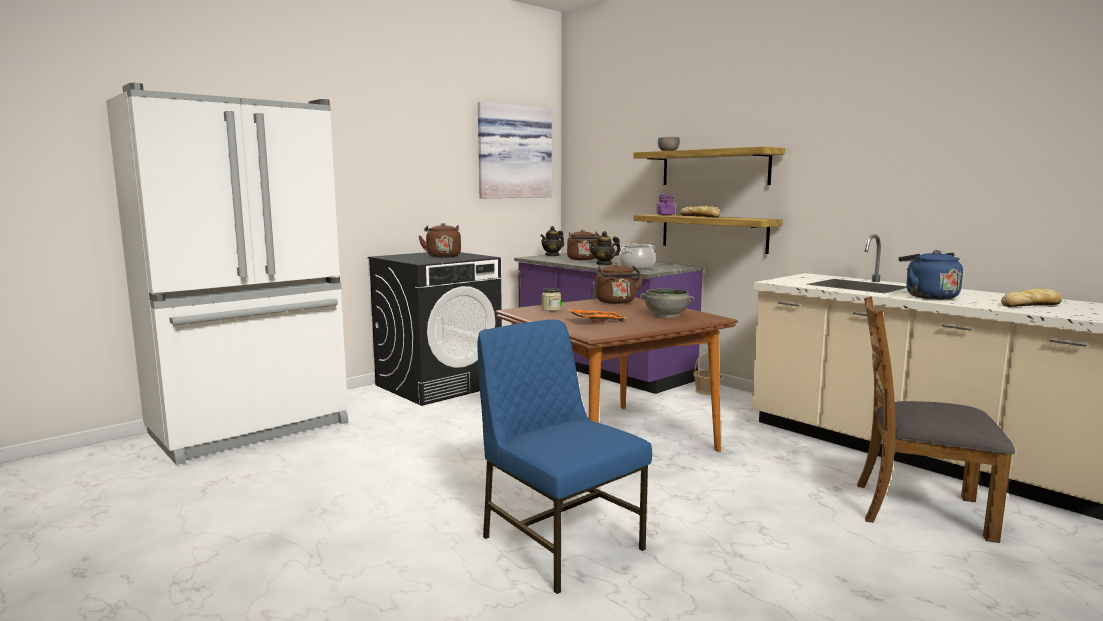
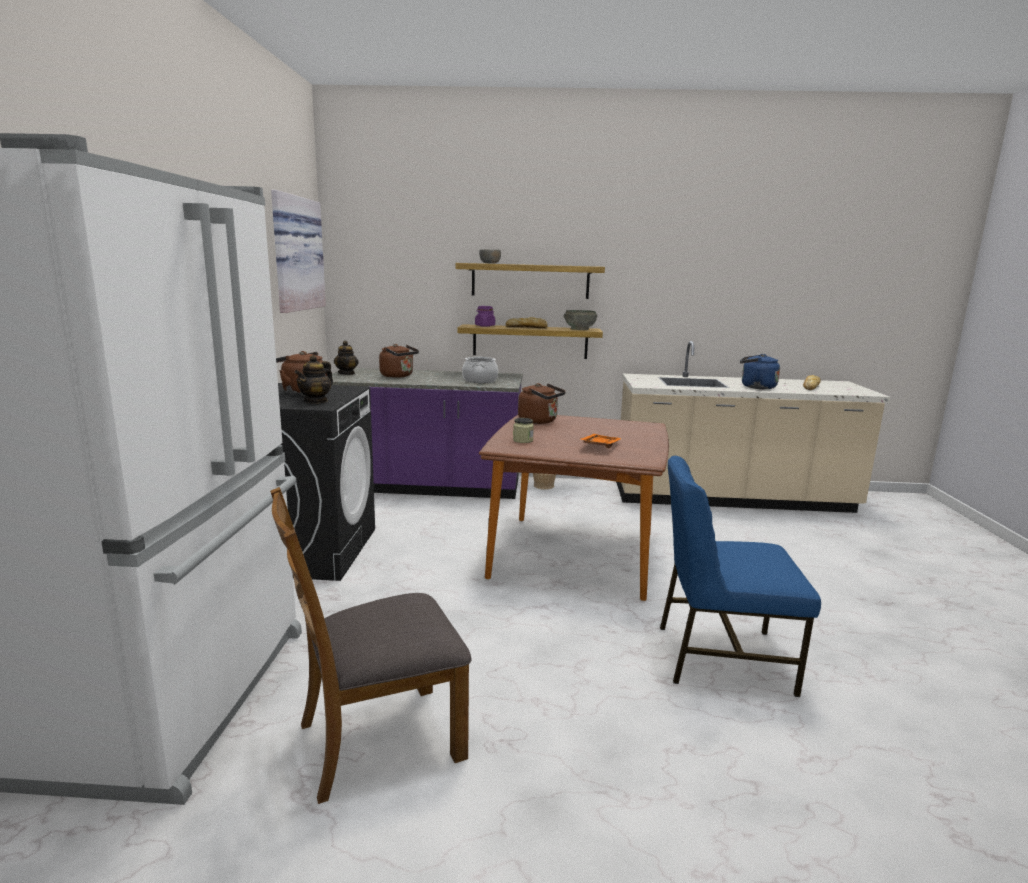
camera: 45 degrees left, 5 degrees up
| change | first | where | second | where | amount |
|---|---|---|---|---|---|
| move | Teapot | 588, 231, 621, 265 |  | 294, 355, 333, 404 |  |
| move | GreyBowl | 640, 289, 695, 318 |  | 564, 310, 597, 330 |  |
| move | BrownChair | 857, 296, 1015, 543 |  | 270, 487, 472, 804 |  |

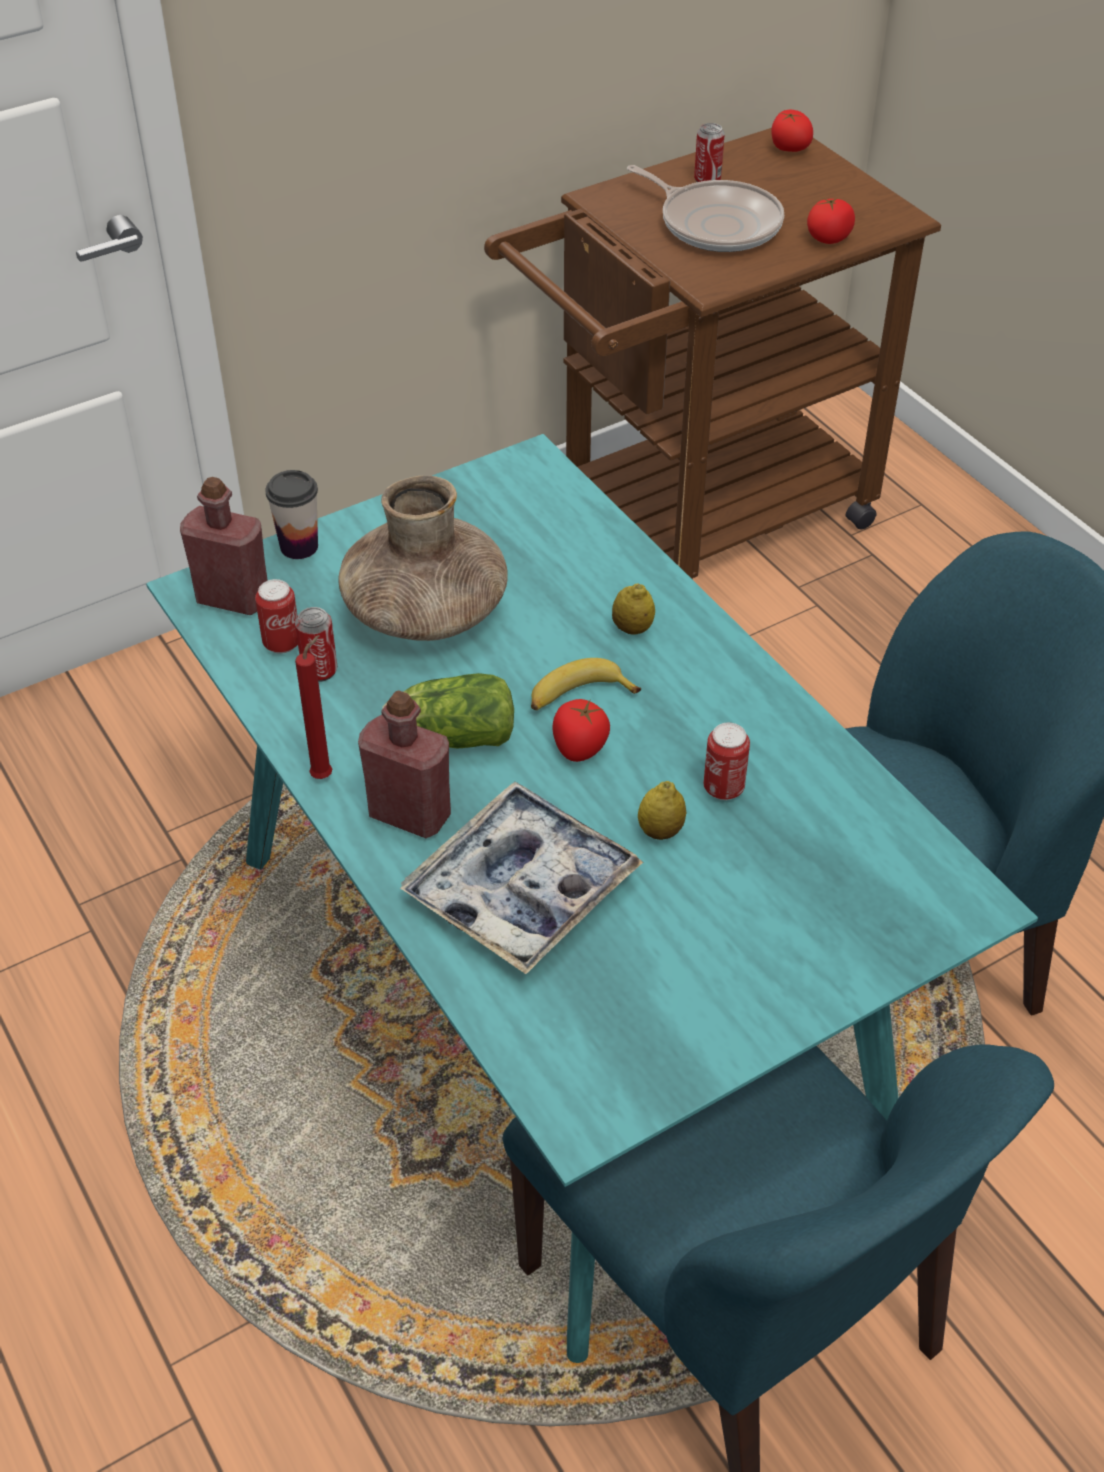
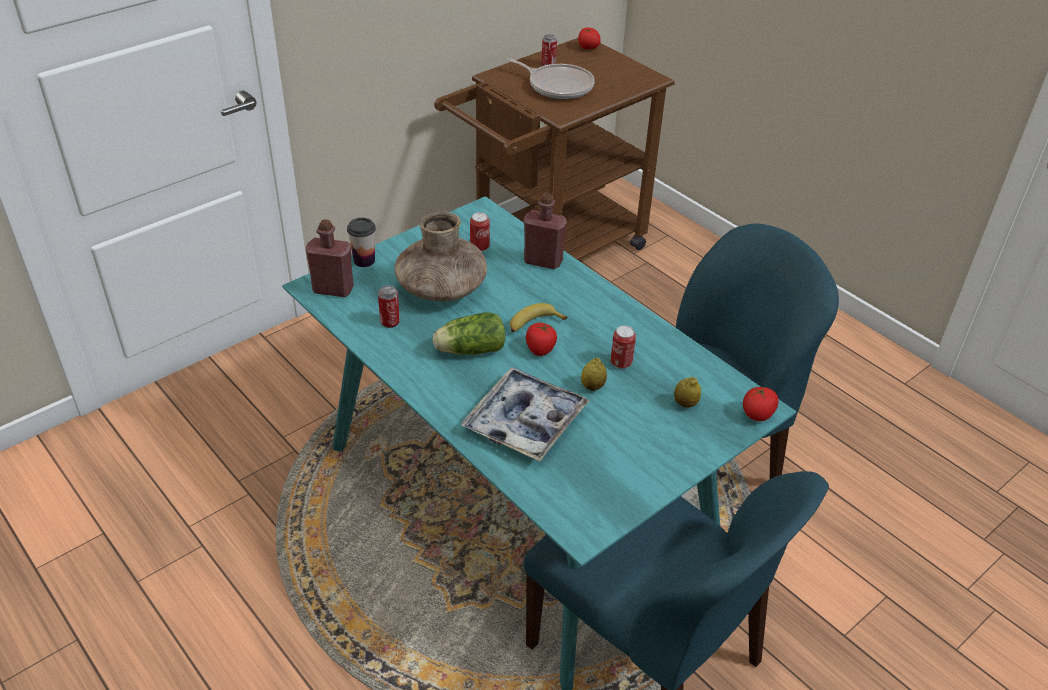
camera: 10 degrees left, 5 degrees down
| change | first | where | second | where | amount |
|---|---|---|---|---|---|
| delete | RedCandle | 295, 635, 332, 779 |  |  |  |
| move | Can | 255, 579, 298, 654 |  | 470, 212, 490, 252 |  |
| move | RedBottle | 358, 691, 451, 838 |  | 524, 193, 567, 269 |  |
| move | Lemon | 612, 584, 655, 635 |  | 674, 377, 701, 408 |  |
| move | Tomato | 807, 197, 855, 244 |  | 743, 386, 779, 421 |  |

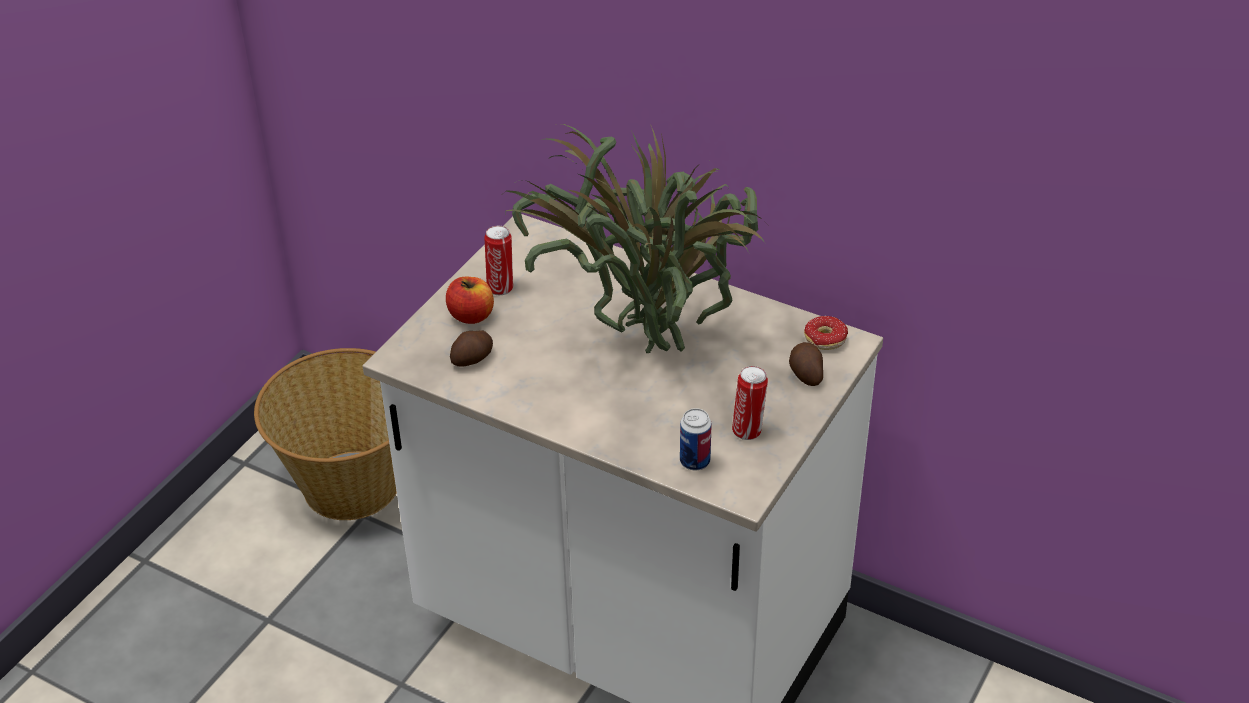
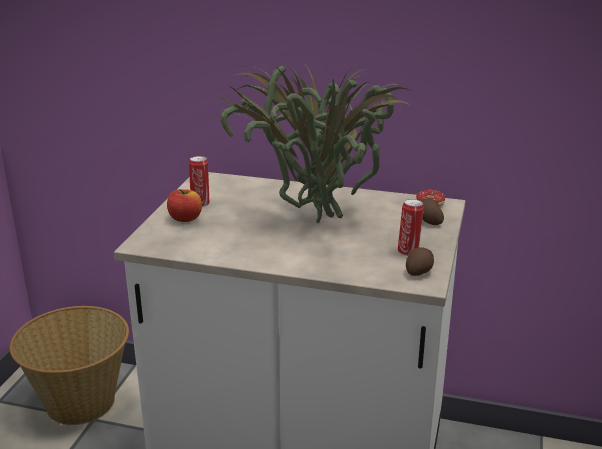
camera: 15 degrees left, 15 degrees down
| change | first | where | second | where | amount |
|---|---|---|---|---|---|
| delete | Can | 680, 408, 712, 470 |  |  |  |
| move | Potato | 450, 330, 493, 367 |  | 406, 247, 434, 276 |  |

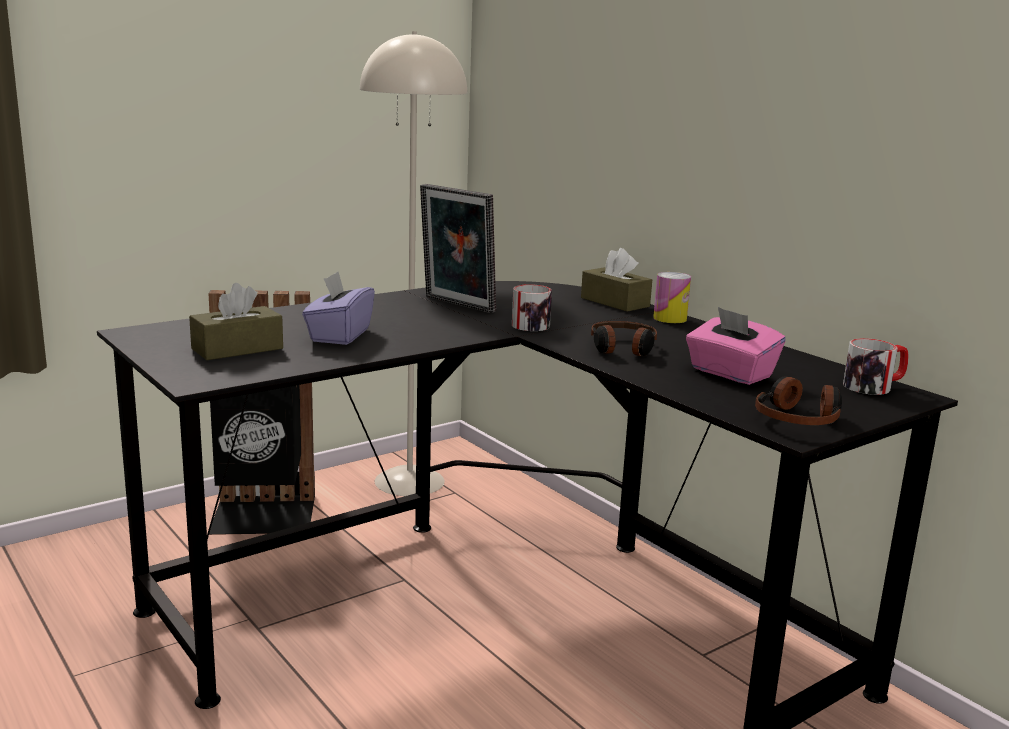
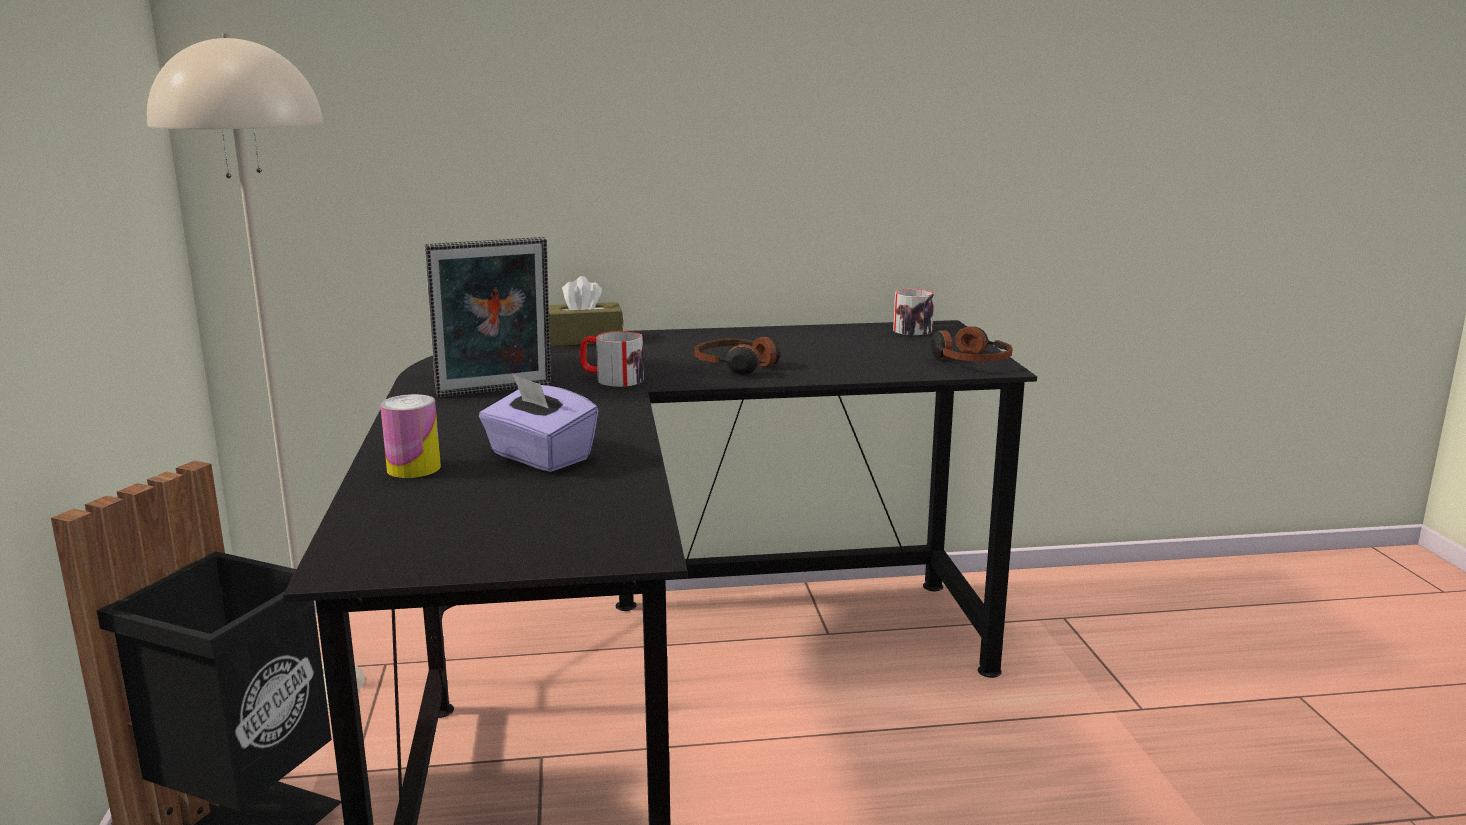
camera: 60 degrees left, 0 degrees up
| change | first | where | second | where | amount |
|---|---|---|---|---|---|
| delete | BrownTissueBox | 189, 283, 283, 360 |  |  |  |
| delete | PinkTissueBox | 686, 307, 786, 385 |  |  |  |
| move | Can | 653, 272, 691, 323 |  | 380, 394, 441, 478 |  |

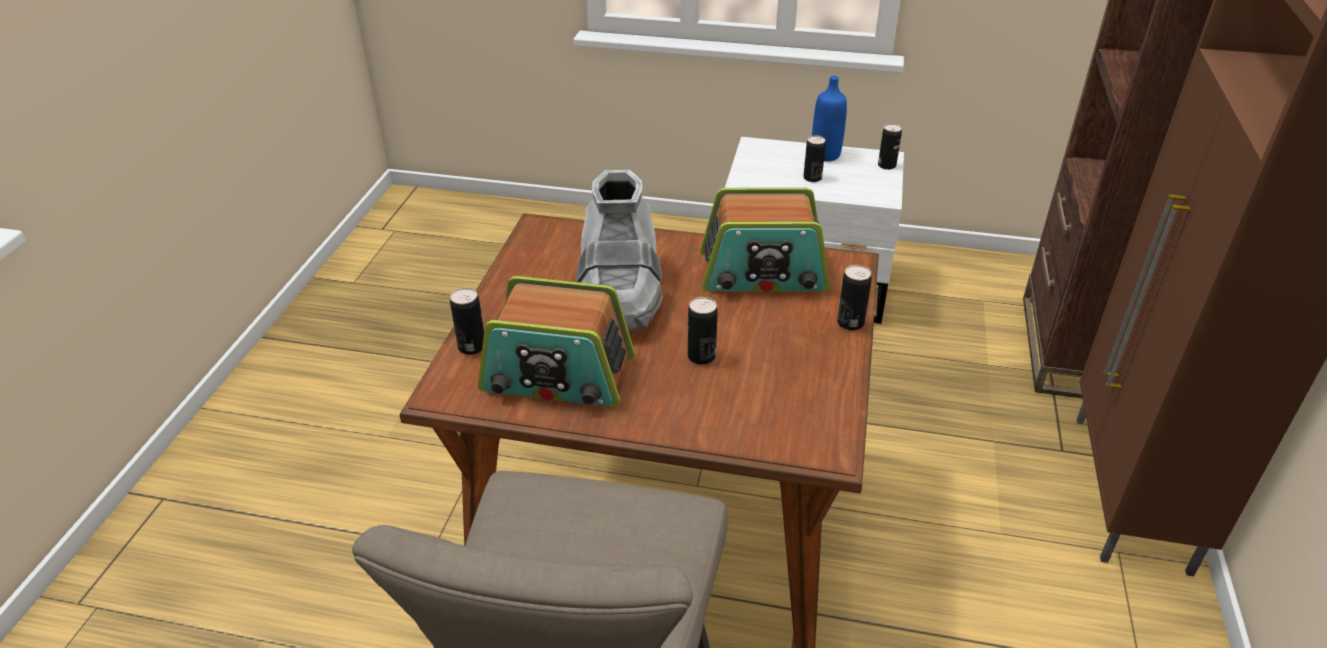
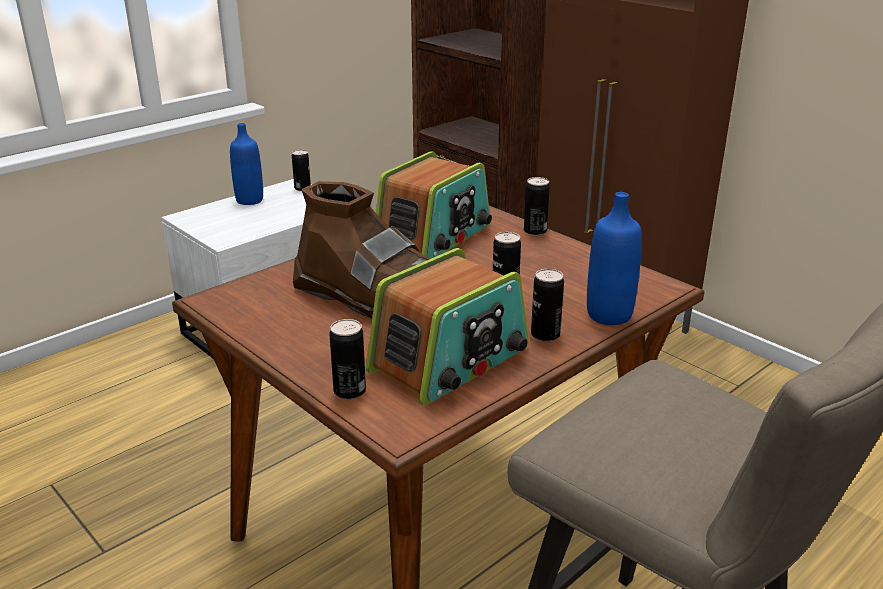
camera: 55 degrees left, 10 degrees down
| change | first | where | second | where | amount |
|---|---|---|---|---|---|
| insert |  |  | BlueBottle | 587, 192, 642, 325 |  |
| move | Can | 803, 136, 826, 182 |  | 531, 269, 564, 341 |  |
| recolor | GreyBoot | 576, 170, 663, 331 | BrownBoot | 293, 181, 431, 318 |  |

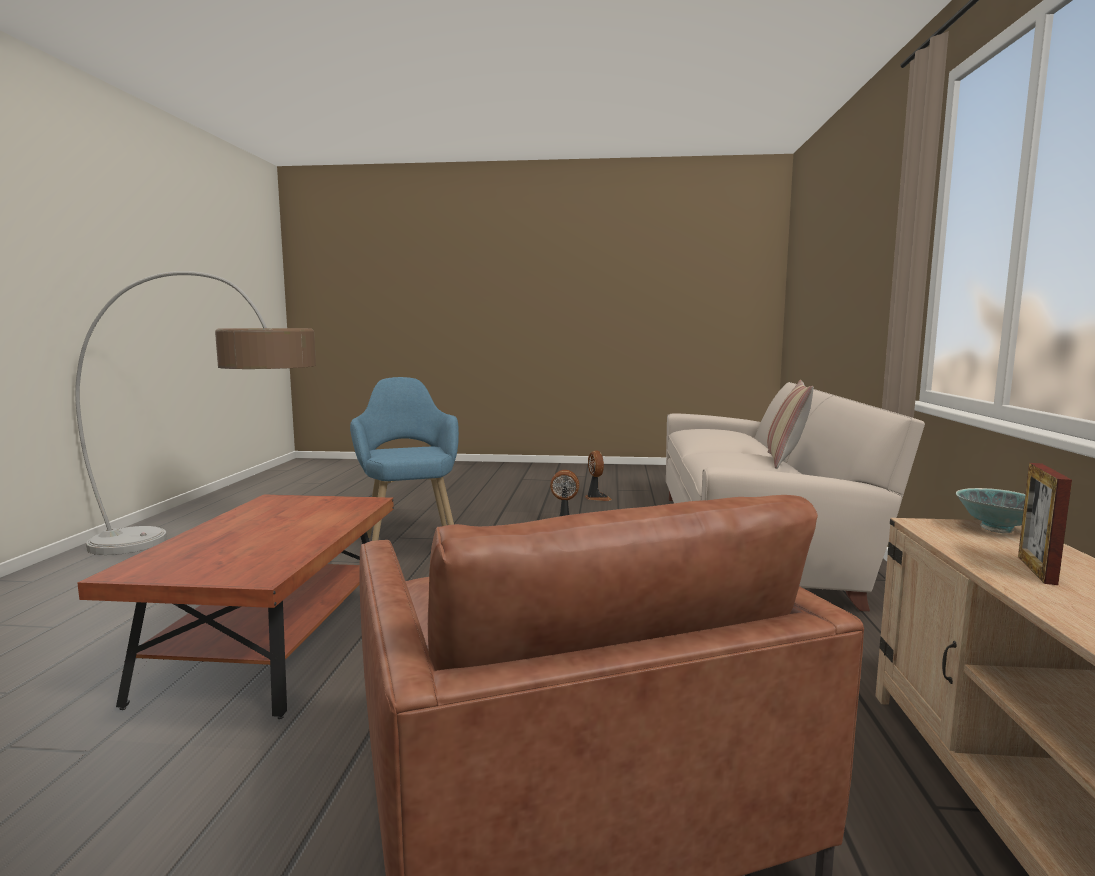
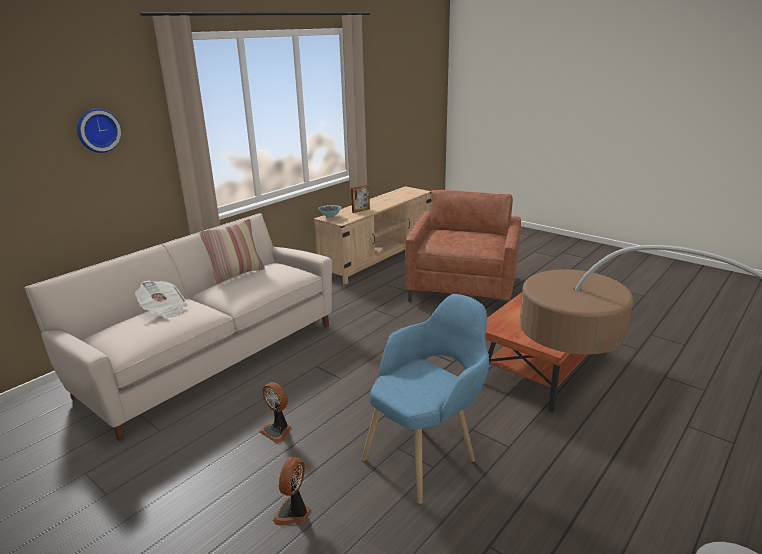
camera: 145 degrees left, 15 degrees up
| change | first | where | second | where | amount |
|---|---|---|---|---|---|
| insert |  |  | WallClock | 77, 108, 121, 153 |  |
| insert |  |  | Newspaper | 135, 280, 187, 319 |  |
| move | Fan | 585, 450, 612, 501 |  | 273, 457, 311, 525 |  |
| rotate | BlueArmchair | 350, 377, 459, 541 |  | 362, 294, 489, 504 | 150 degrees counterclockwise |

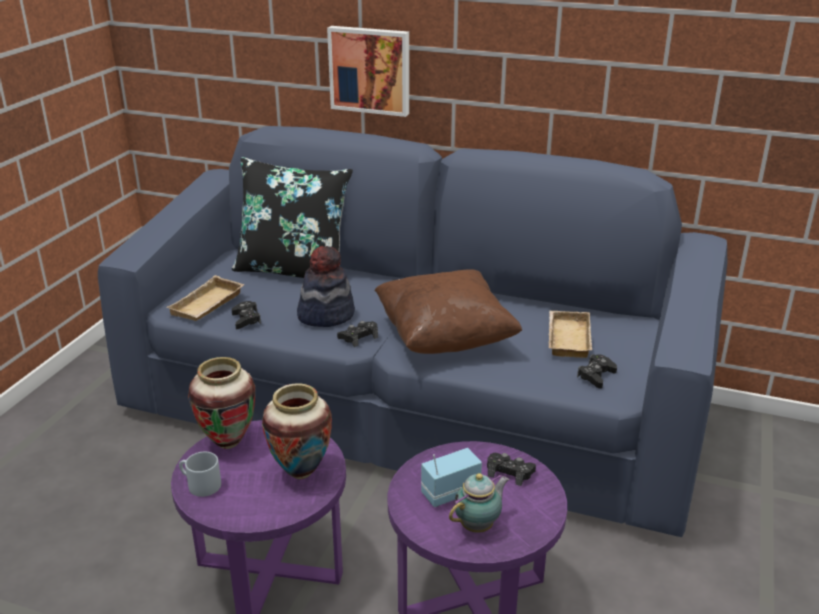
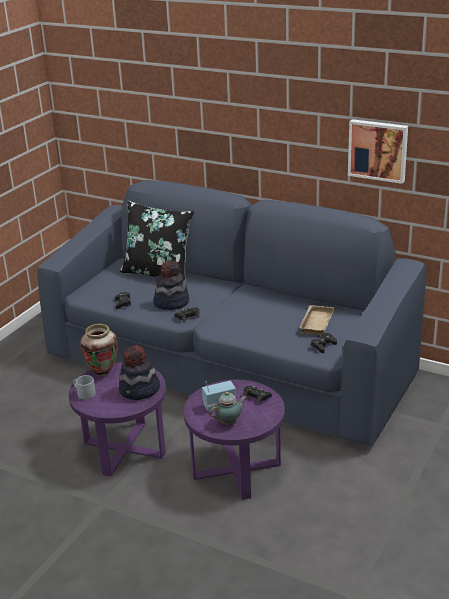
camera: 10 degrees right, 0 degrees up
| change | first | where | second | where | amount |
|---|---|---|---|---|---|
| delete | BeigeTray | 167, 275, 245, 321 |  |  |  |
| delete | BrownPillow | 375, 269, 522, 354 |  |  |  |
| move | Picture | 327, 26, 409, 117 |  | 348, 119, 408, 184 |  |
| replace | Vase | 262, 383, 332, 479 | Hat | 119, 345, 160, 400 |  |

